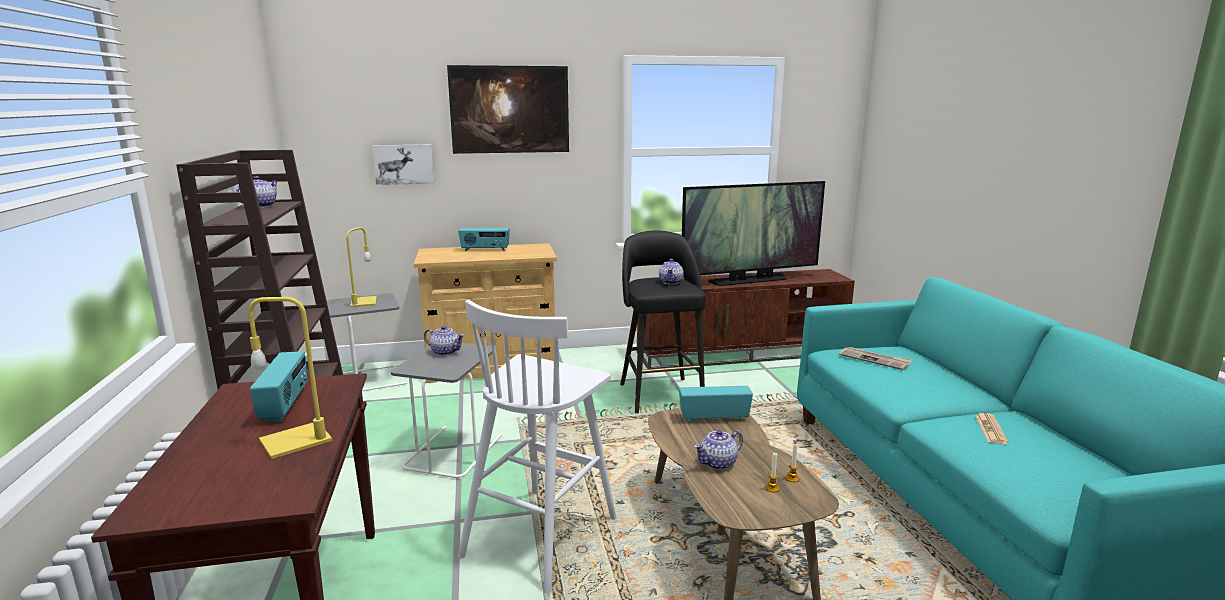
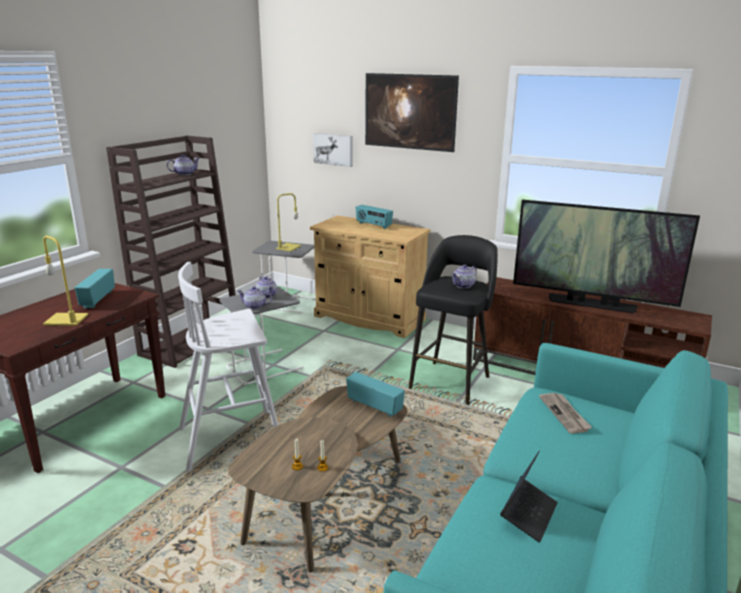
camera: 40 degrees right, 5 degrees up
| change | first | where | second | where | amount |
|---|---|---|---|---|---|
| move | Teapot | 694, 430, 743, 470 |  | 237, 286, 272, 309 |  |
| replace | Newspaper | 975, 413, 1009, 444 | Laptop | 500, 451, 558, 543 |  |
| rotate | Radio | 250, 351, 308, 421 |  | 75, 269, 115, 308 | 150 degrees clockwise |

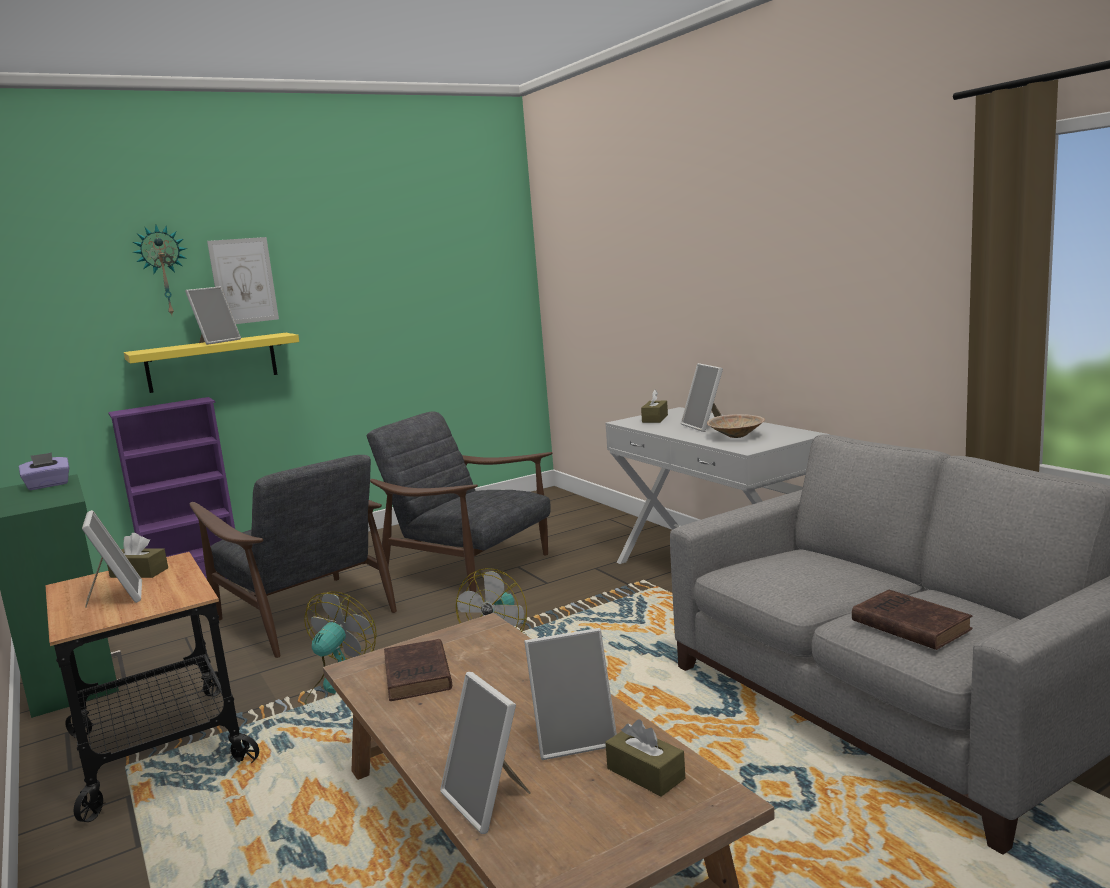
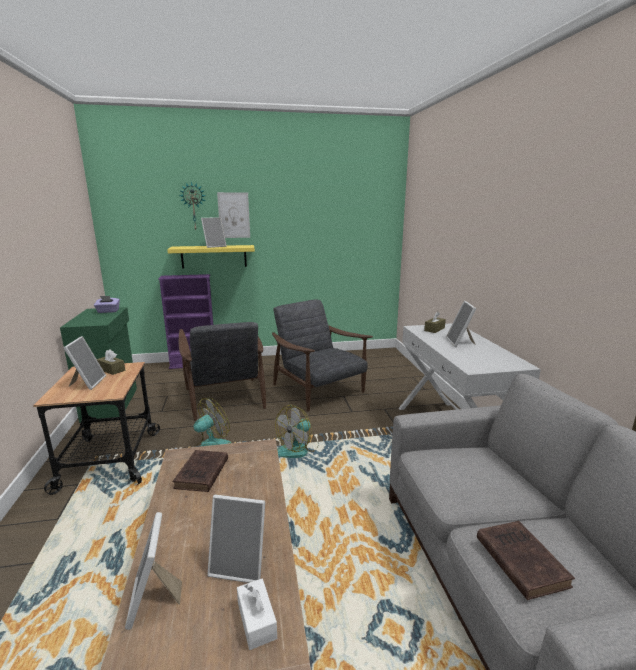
camera: 20 degrees right, 5 degrees up
| change | first | where | second | where | amount |
|---|---|---|---|---|---|
| delete | BeigeBowl | 707, 414, 765, 438 |  |  |  |
| recolor | BrownTissueBox | 605, 720, 685, 797 | WhiteTissueBox | 237, 579, 277, 650 |  |

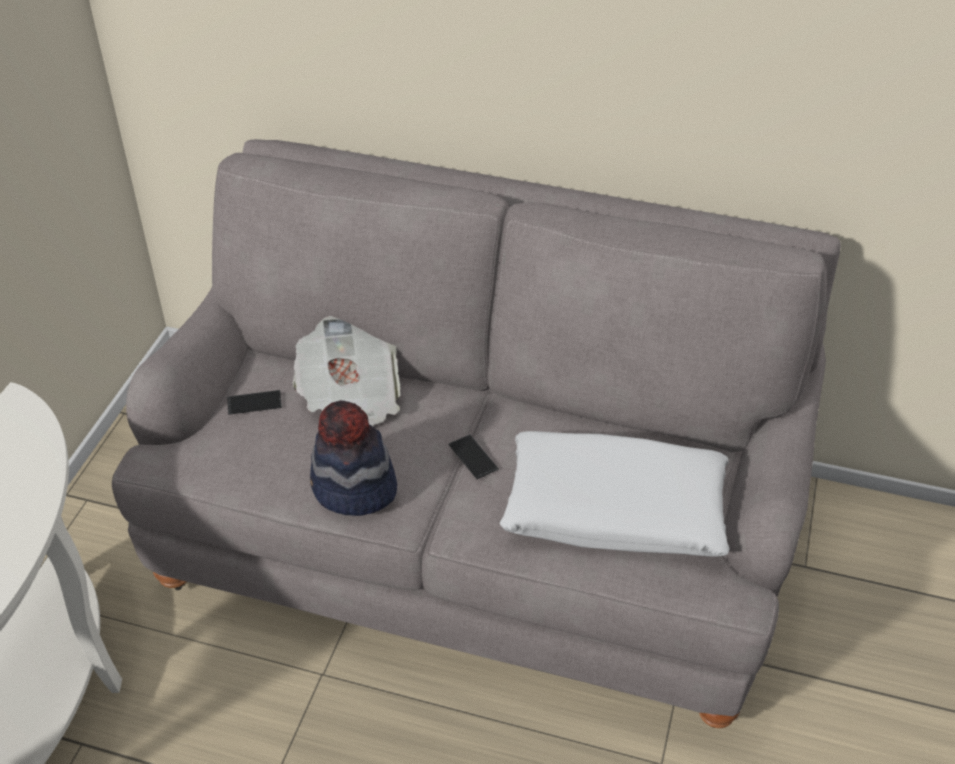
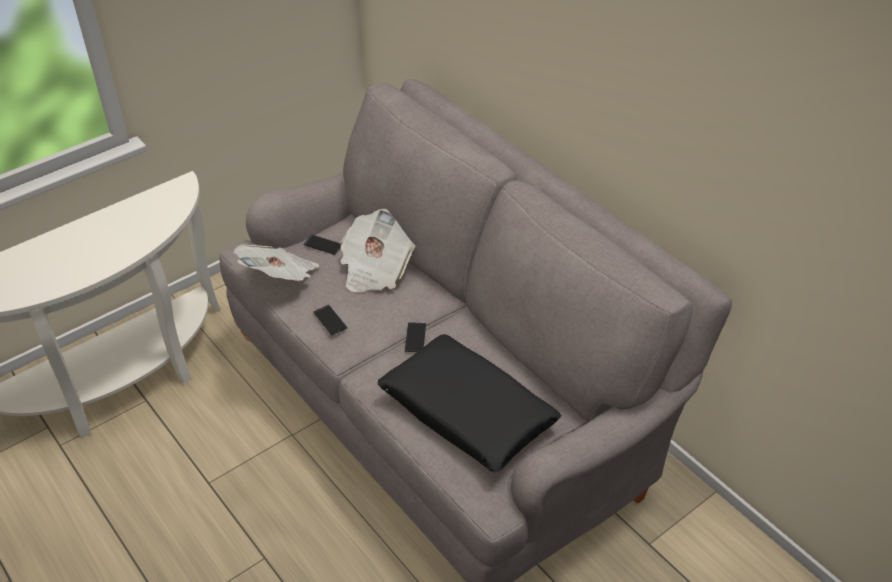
camera: 35 degrees right, 0 degrees up
| change | first | where | second | where | amount |
|---|---|---|---|---|---|
| insert |  |  | Newspaper | 234, 244, 319, 281 |  |
| replace | Hat | 310, 400, 397, 516 | Phone | 313, 305, 348, 335 |  |
| recolor | WhitePillow | 500, 431, 730, 557 | BlackPillow | 378, 334, 561, 473 |  |

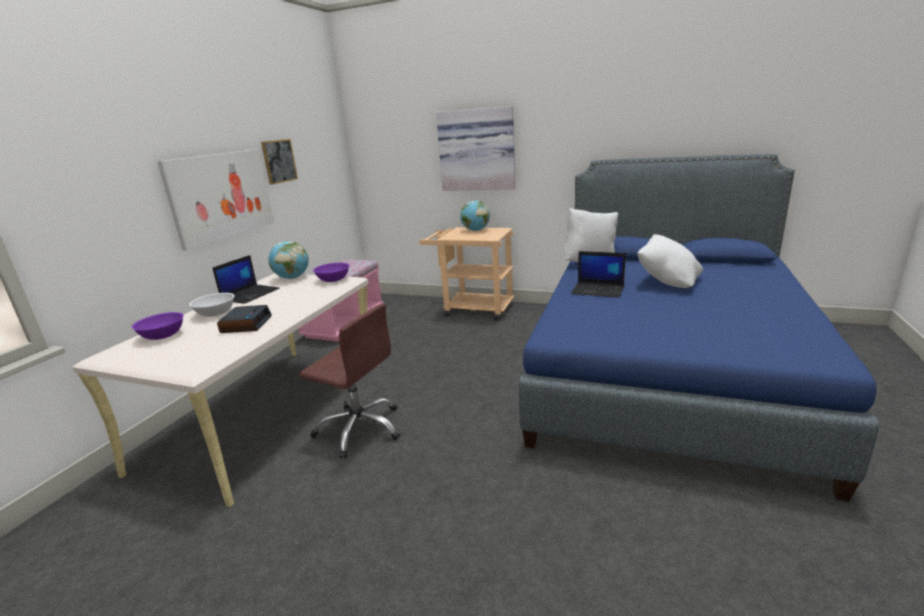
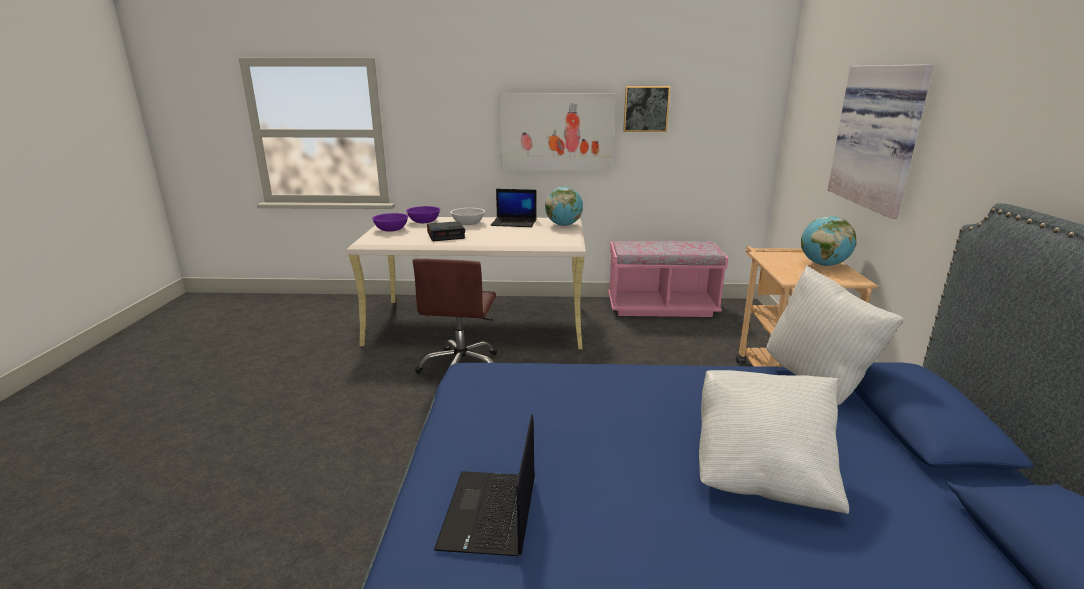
camera: 70 degrees right, 0 degrees up
| change | first | where | second | where | amount |
|---|---|---|---|---|---|
| move | PurpleBowl | 313, 263, 350, 282 |  | 372, 213, 409, 232 |  |
| move | Laptop | 571, 251, 626, 298 |  | 434, 414, 535, 556 |  |

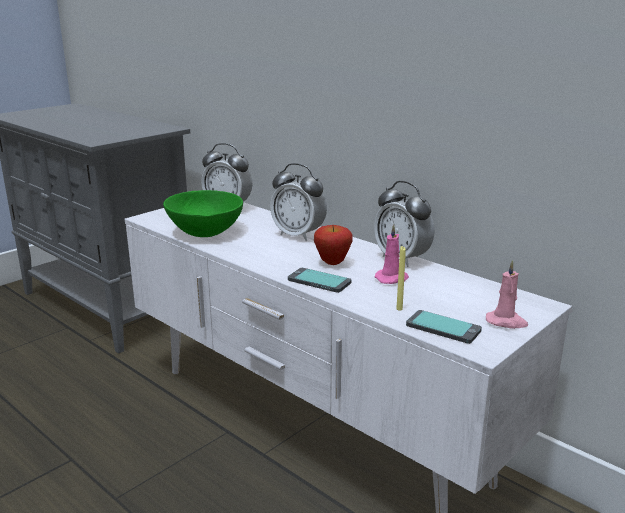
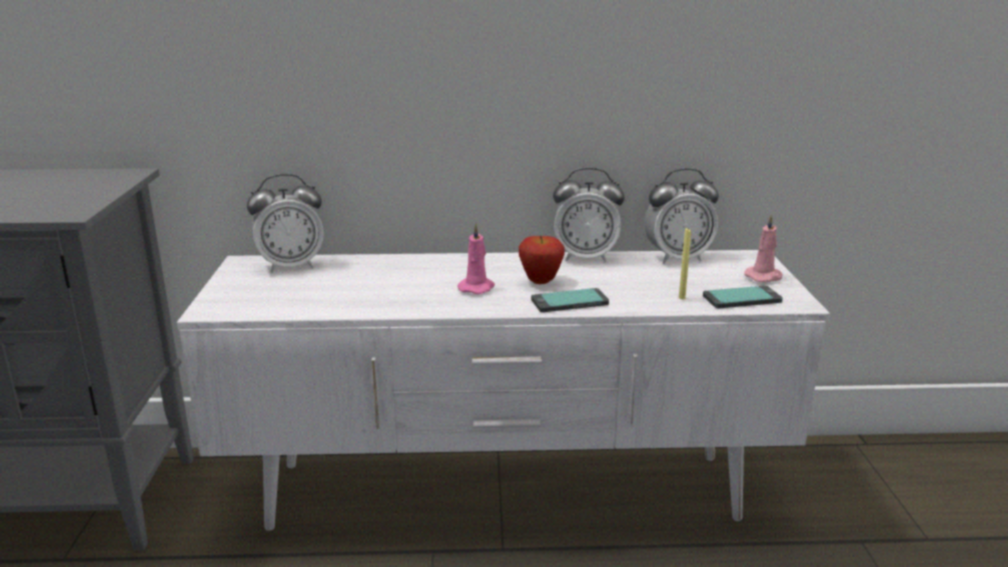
camera: 45 degrees left, 0 degrees up
| change | first | where | second | where | amount |
|---|---|---|---|---|---|
| delete | GreenBowl | 163, 190, 243, 237 |  |  |  |
| move | AlarmClock | 270, 163, 327, 241 |  | 644, 168, 719, 264 |  |
| move | PinkCandle | 374, 224, 409, 284 |  | 457, 223, 495, 294 |  |

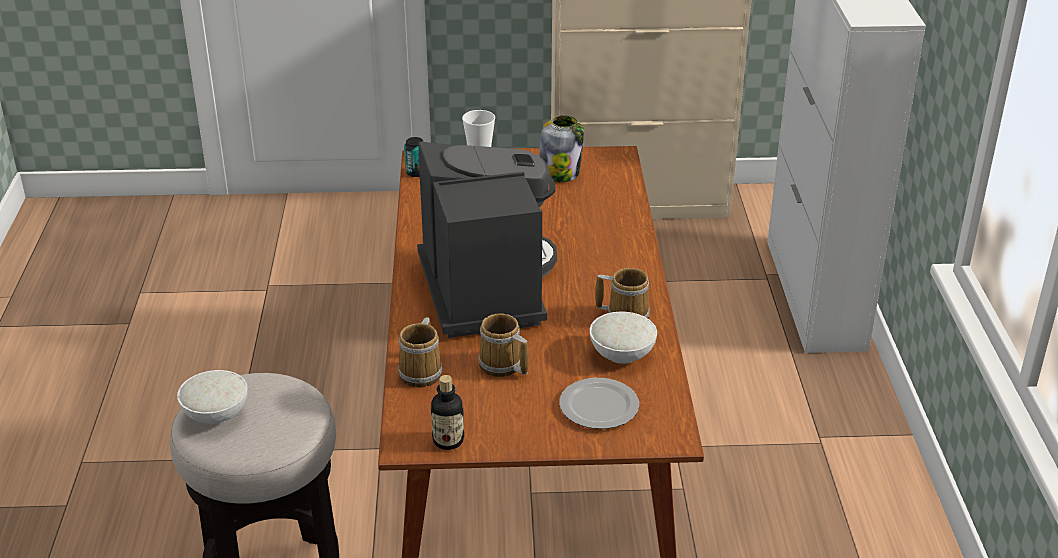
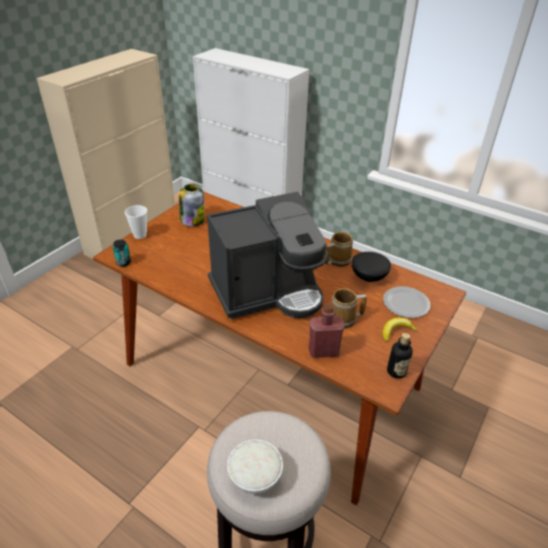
camera: 55 degrees left, 5 degrees up
| change | first | where | second | where | amount |
|---|---|---|---|---|---|
| insert |  |  | Banana | 382, 317, 418, 342 |  |
| replace | Mug | 398, 317, 442, 388 | RedBottle | 309, 304, 344, 358 |  |
| recolor | WhiteBowl | 590, 312, 657, 364 | BlackBowl | 352, 252, 391, 282 |  |
| rotate | CoffeeMachine | 417, 142, 557, 338 |  | 207, 192, 328, 319 | 135 degrees clockwise |

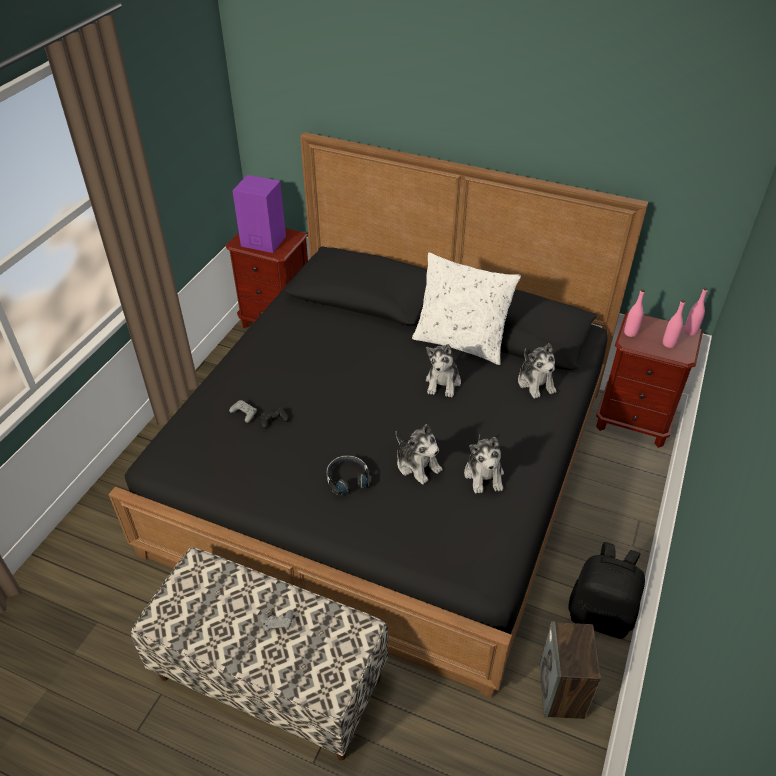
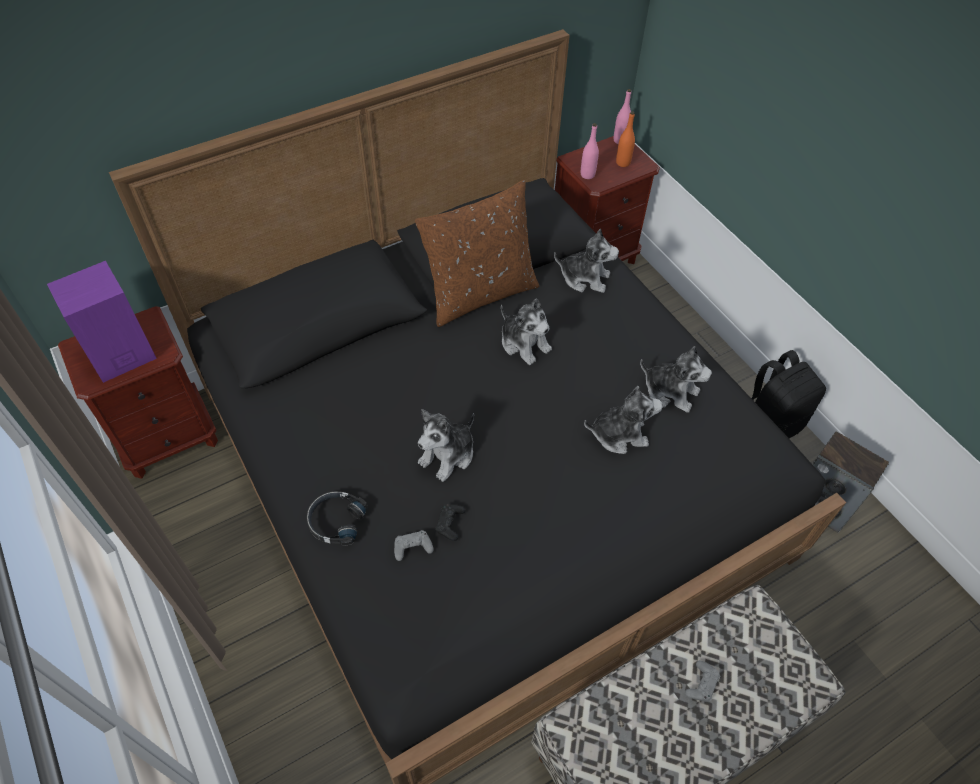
camera: 55 degrees left, 10 degrees up
| change | first | where | second | where | amount |
|---|---|---|---|---|---|
| insert |  |  | PlushToy | 418, 409, 474, 482 |  |
| move | BlackHeadphones | 326, 455, 371, 496 |  | 307, 491, 367, 546 |  |
| recolor | WhitePillow | 412, 253, 521, 365 | BrownPillow | 415, 180, 539, 327 |  |
| recolor | PinkBottle | 663, 300, 685, 348 | OrangeBottle | 616, 111, 635, 167 |  |

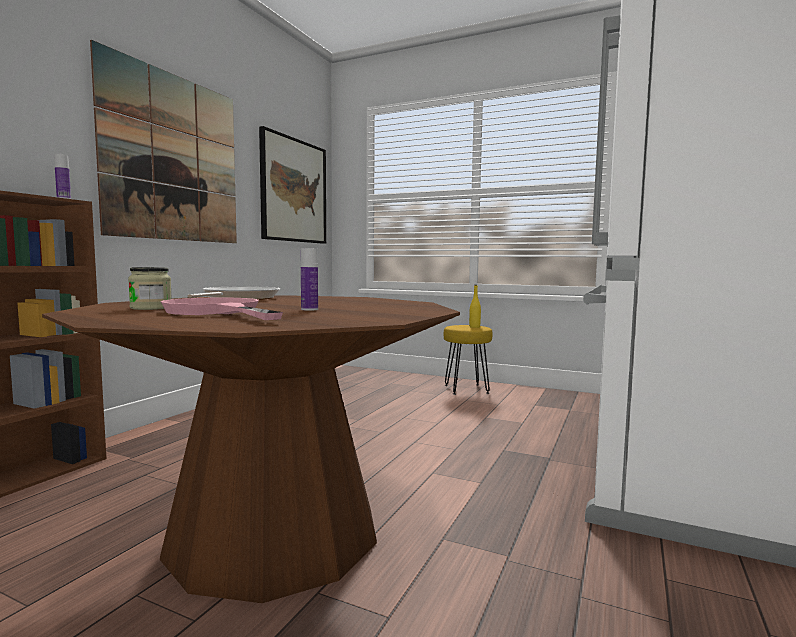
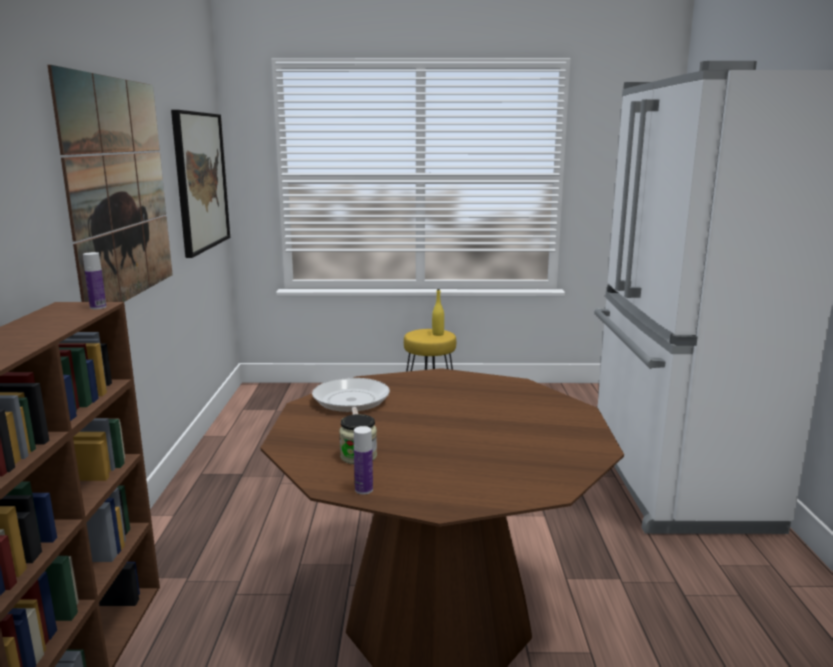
camera: 25 degrees left, 10 degrees up
| change | first | where | second | where | amount |
|---|---|---|---|---|---|
| delete | PinkFryingPan | 160, 297, 283, 320 |  |  |  |
| move | Bottle | 301, 248, 318, 311 |  | 354, 426, 373, 494 |  |

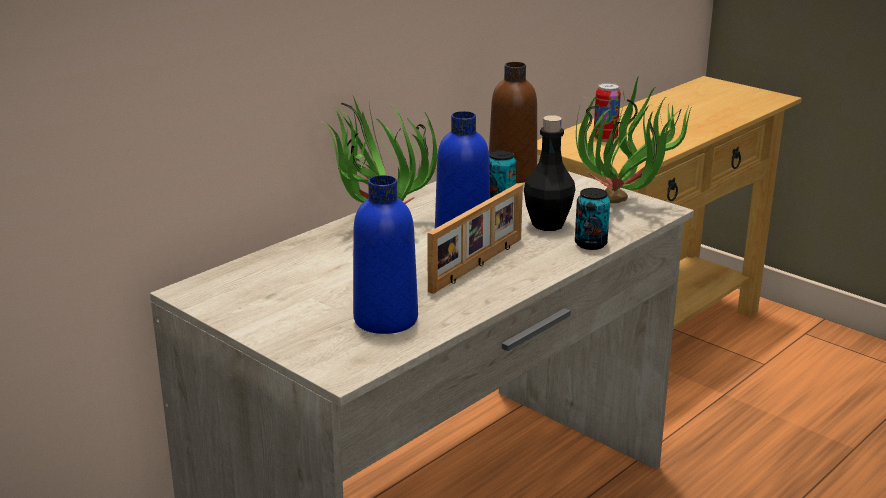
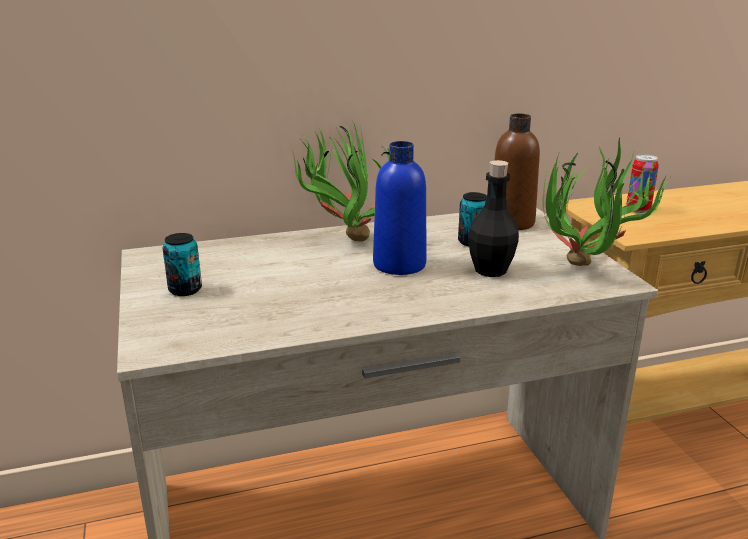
camera: 30 degrees right, 0 degrees up
| change | first | where | second | where | amount |
|---|---|---|---|---|---|
| delete | BlueBottle | 353, 175, 418, 334 |  |  |  |
| delete | PictureFrame | 427, 183, 523, 294 |  |  |  |
| move | Can | 575, 188, 610, 250 |  | 162, 233, 202, 296 |  |

